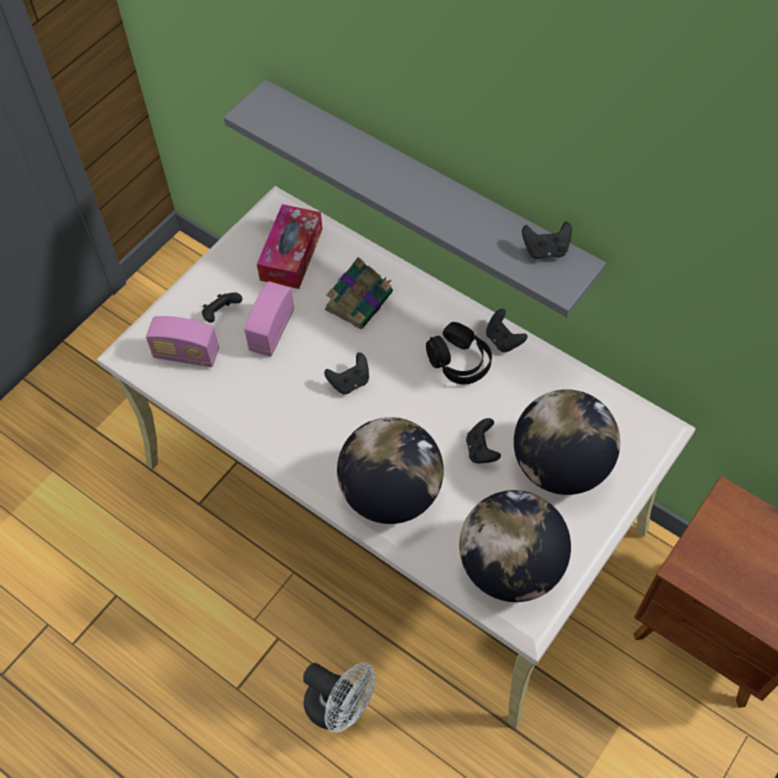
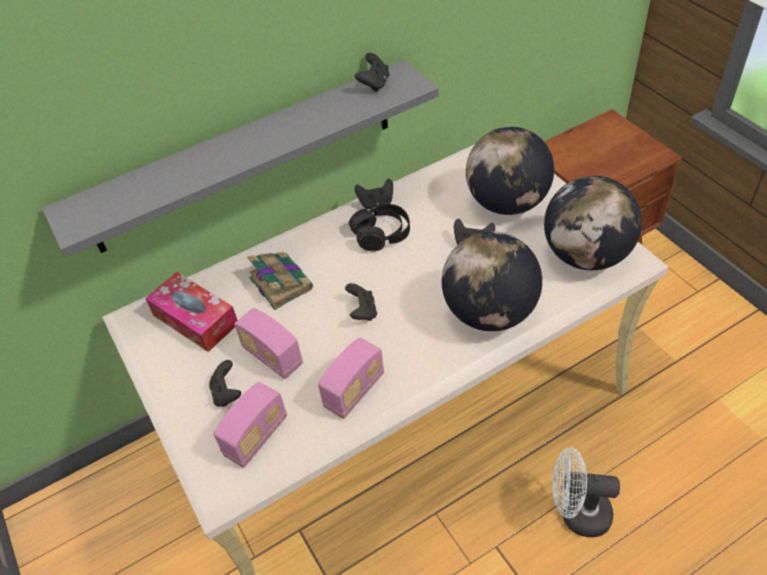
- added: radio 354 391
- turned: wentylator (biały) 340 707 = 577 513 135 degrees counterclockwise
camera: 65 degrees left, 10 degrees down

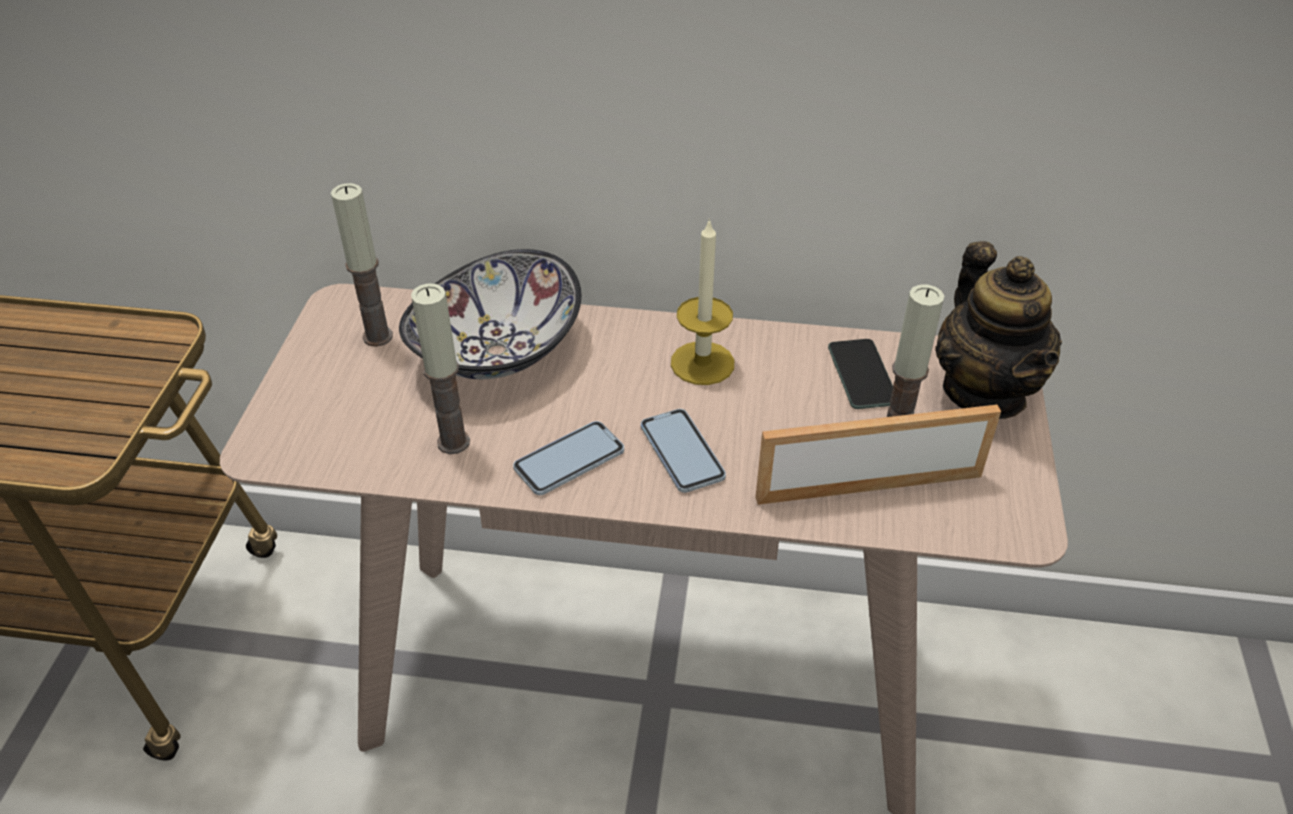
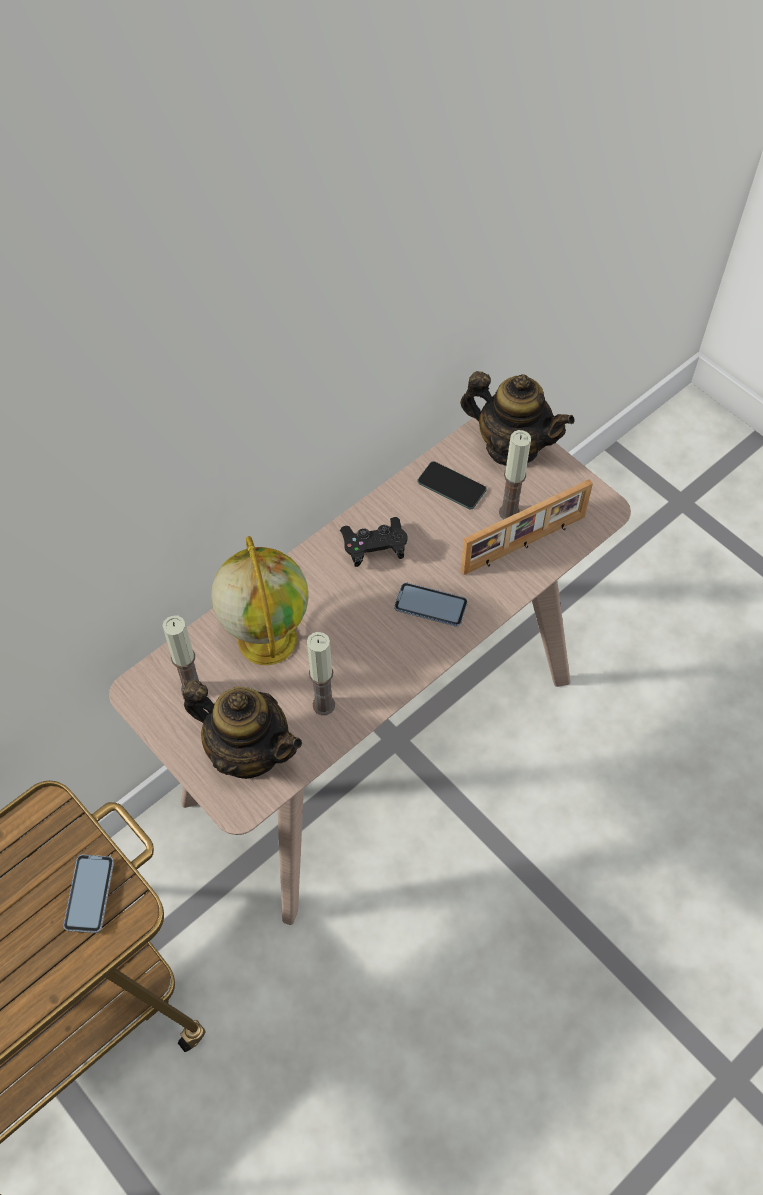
- added: imbryk 248 751
- moved: telefon 569 460 to 89 894
- replaced: miska 495 351 to globus 266 637
- replaced: świeca 702 363 to pad do gier (czarny) 374 547
- turned: ramka na zdjęcie 868 484 = 524 545 150 degrees counterclockwise
camera: 50 degrees left, 15 degrees up

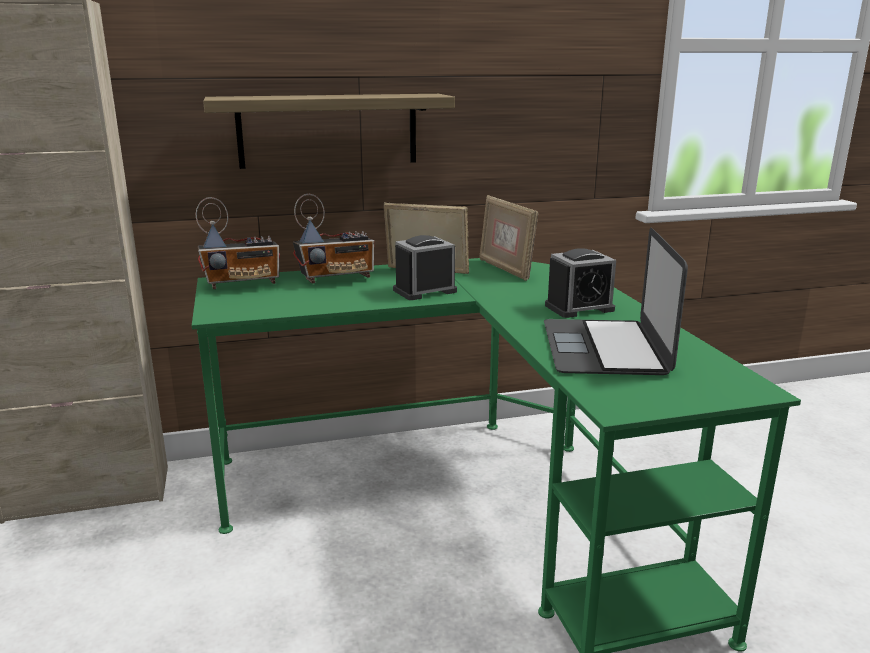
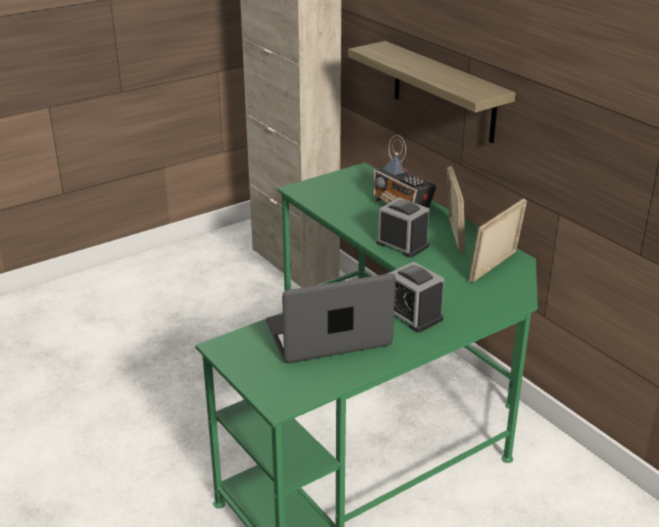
- removed: radio 243 285
camera: 70 degrees right, 10 degrees up

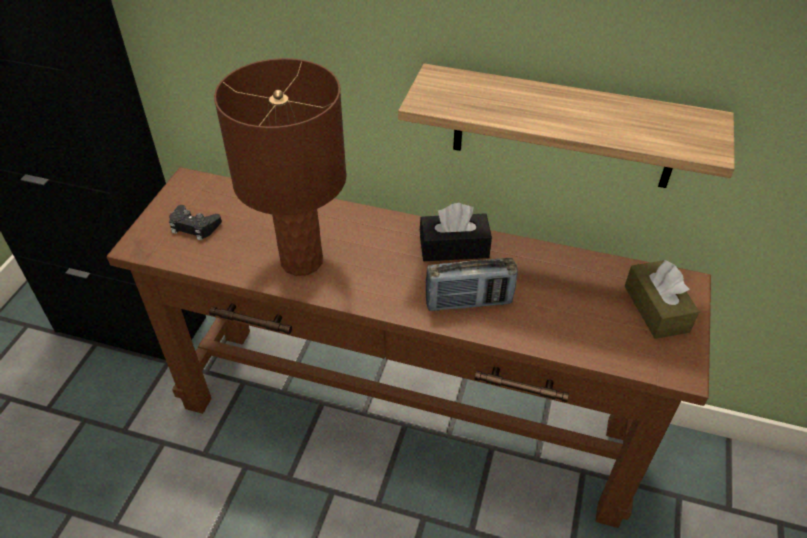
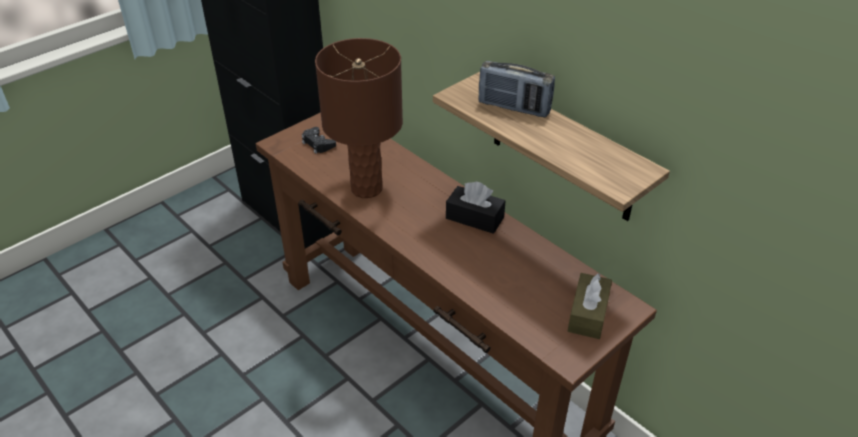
- moved: radio 468 302 to 514 107
camera: 30 degrees right, 5 degrees down

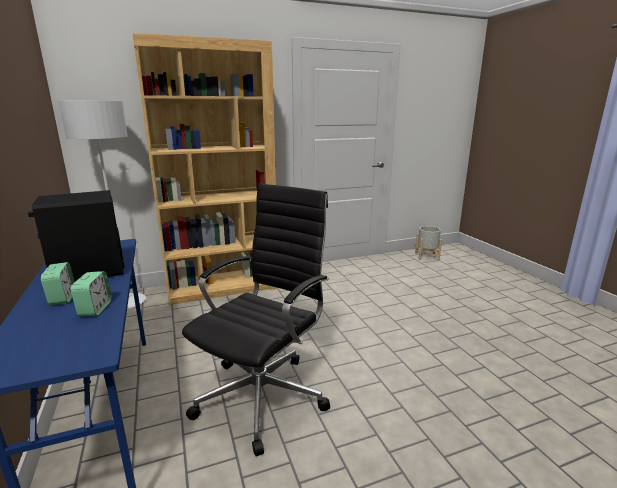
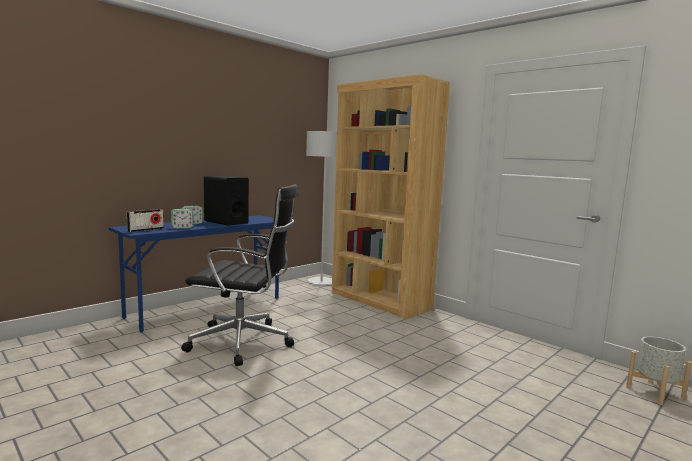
- added: radio 146 230
camera: 65 degrees right, 10 degrees down

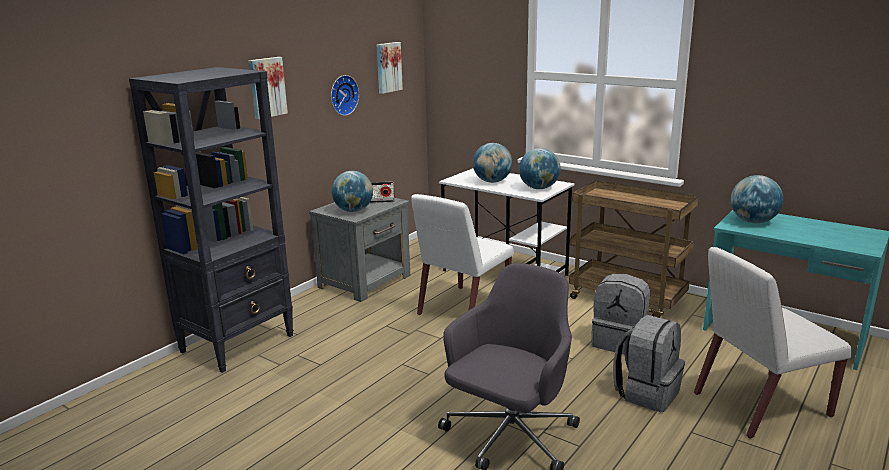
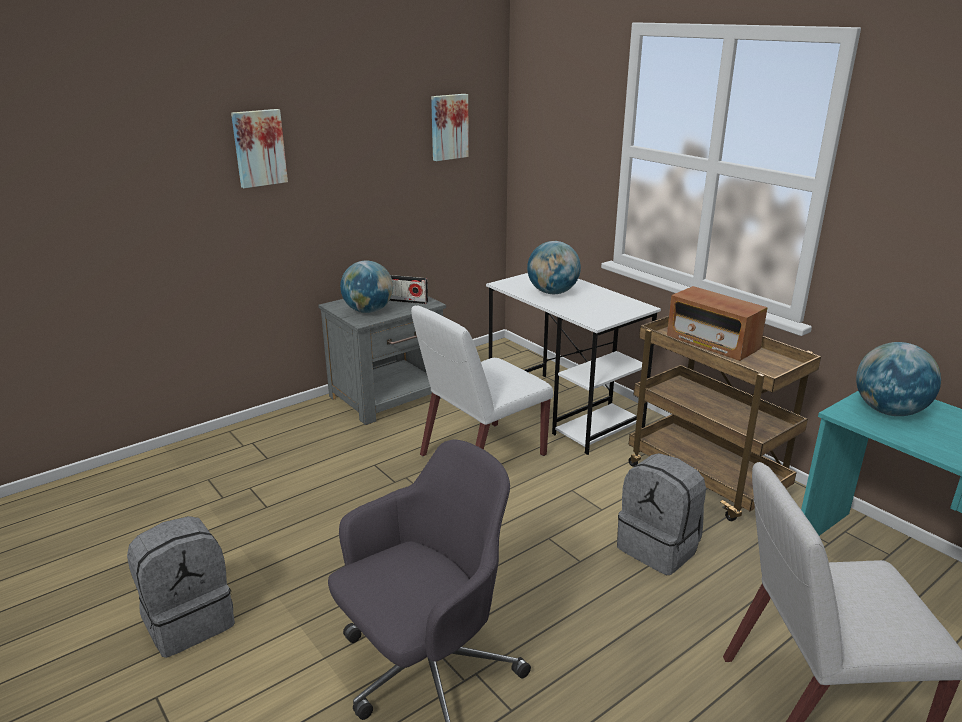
- removed: regał (czarny) 238 343
- removed: zegar ścienny 342 95
- removed: globus 539 188
- added: radio 712 344
- moved: plecak (szary) 647 393 to 189 621
camera: 15 degrees right, 5 degrees up

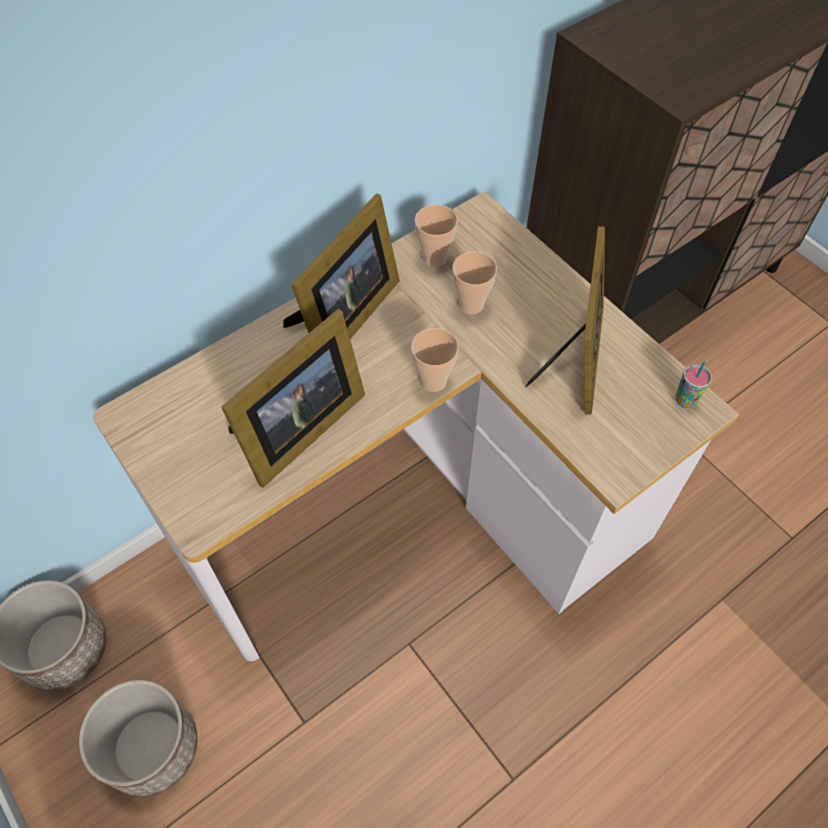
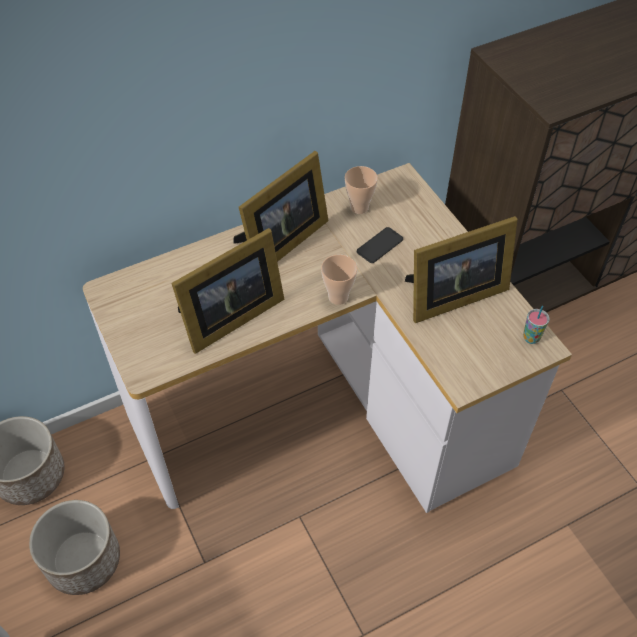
- replaced: filiżanka 471 305 to telefon 379 245
- turned: ramka na zdjęcie 575 359 = 451 296 45 degrees clockwise
camera: 10 degrees right, 5 degrees down

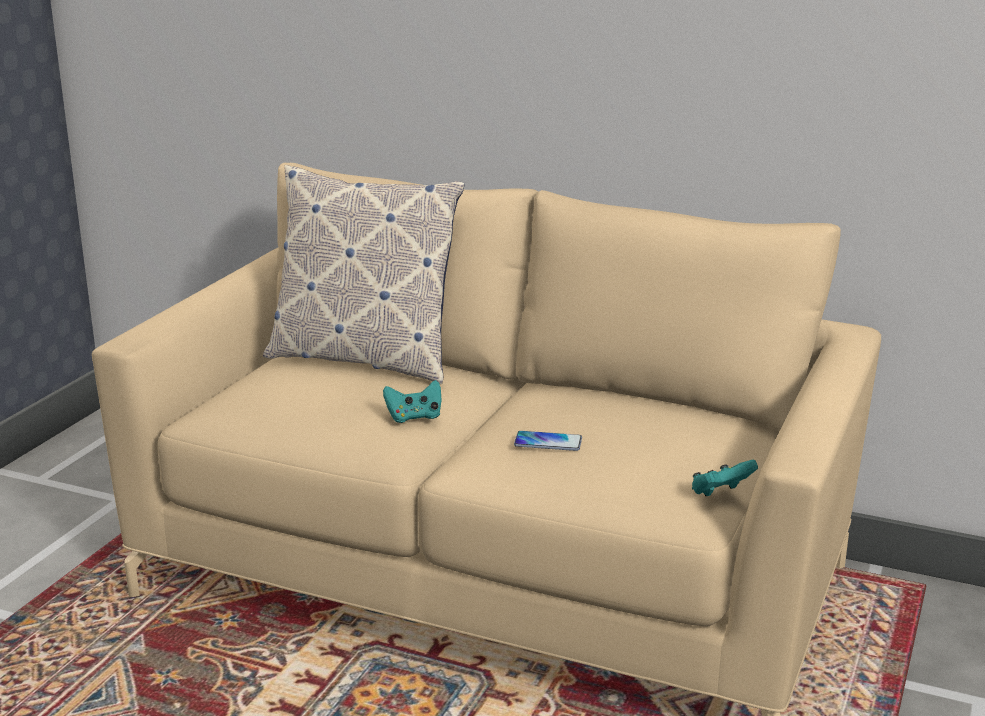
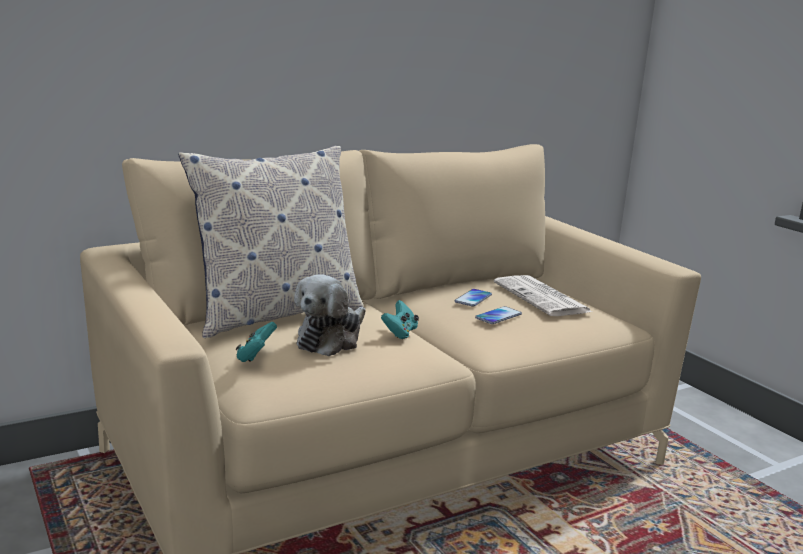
- added: pluszak 331 339
- added: telefon 473 298
- added: gazeta 542 298
- moved: pad do gier (turkusowy) 720 493 to 255 356
camera: 55 degrees left, 5 degrees down

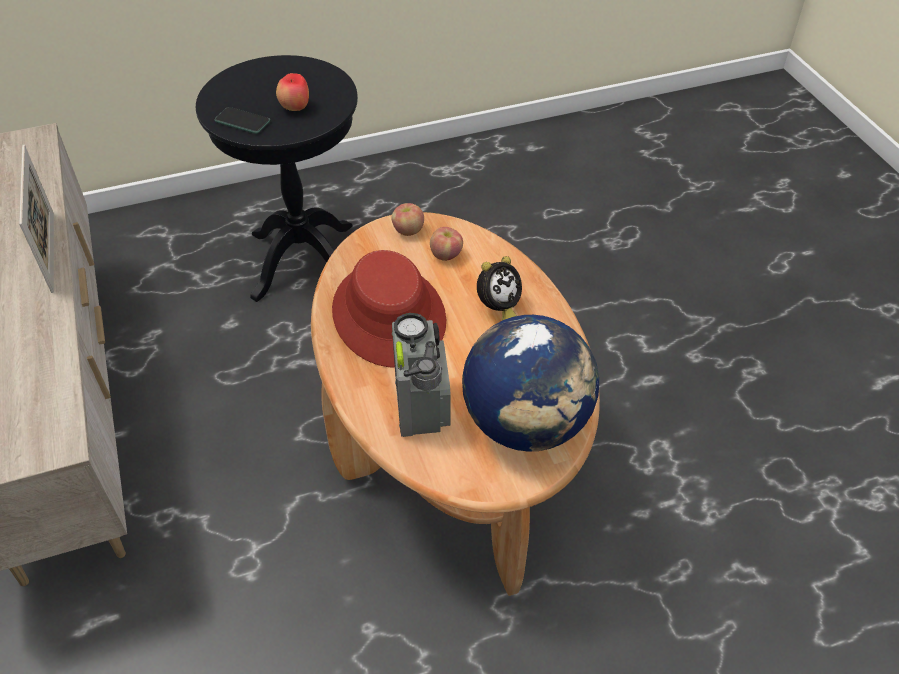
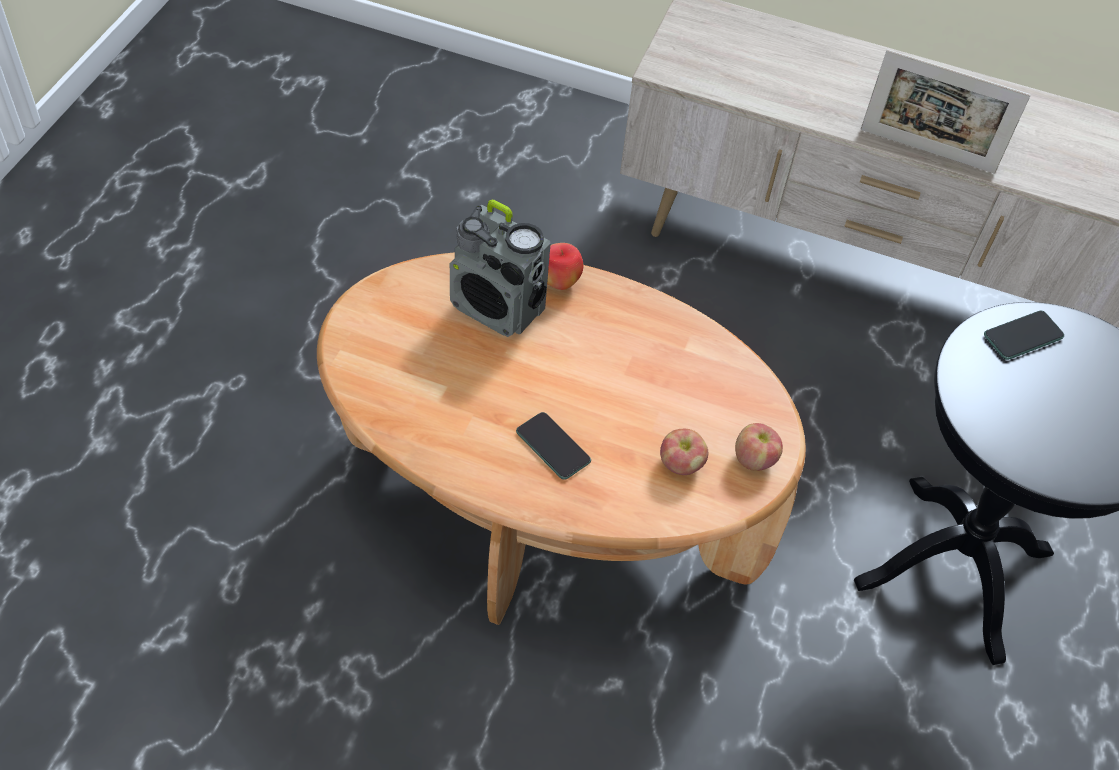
- removed: kapelusz (czerwony) 389 315
- removed: globus 526 424
- moved: jabłko 295 108 to 559 282
- replaced: budzik 498 310 to telefon 553 446
camera: 125 degrees right, 5 degrees up

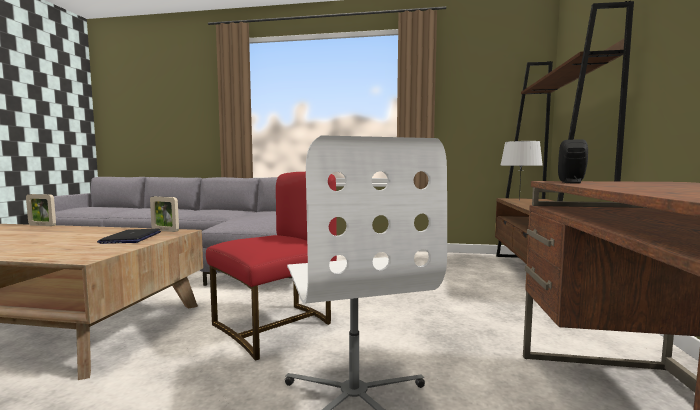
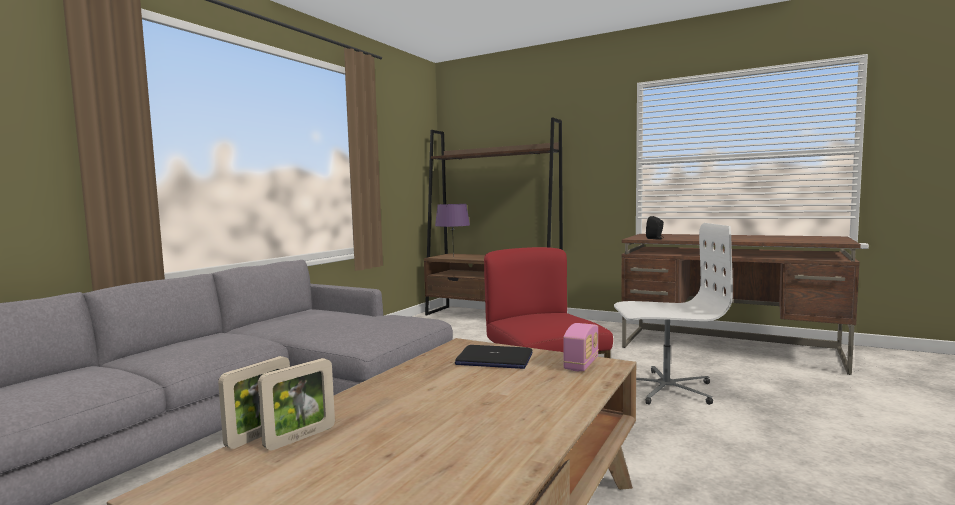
- added: radio 581 364
- moved: ramka na zdjęcie 165 230 to 300 437
- recoloured: lampa stołowa (szary) 519 200 to lampa stołowa (fioletowy) 453 257
camera: 70 degrees left, 0 degrees up

